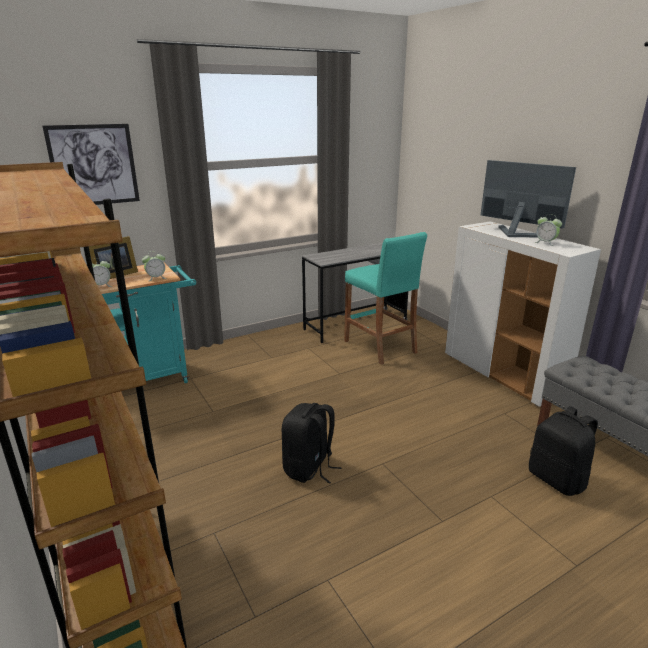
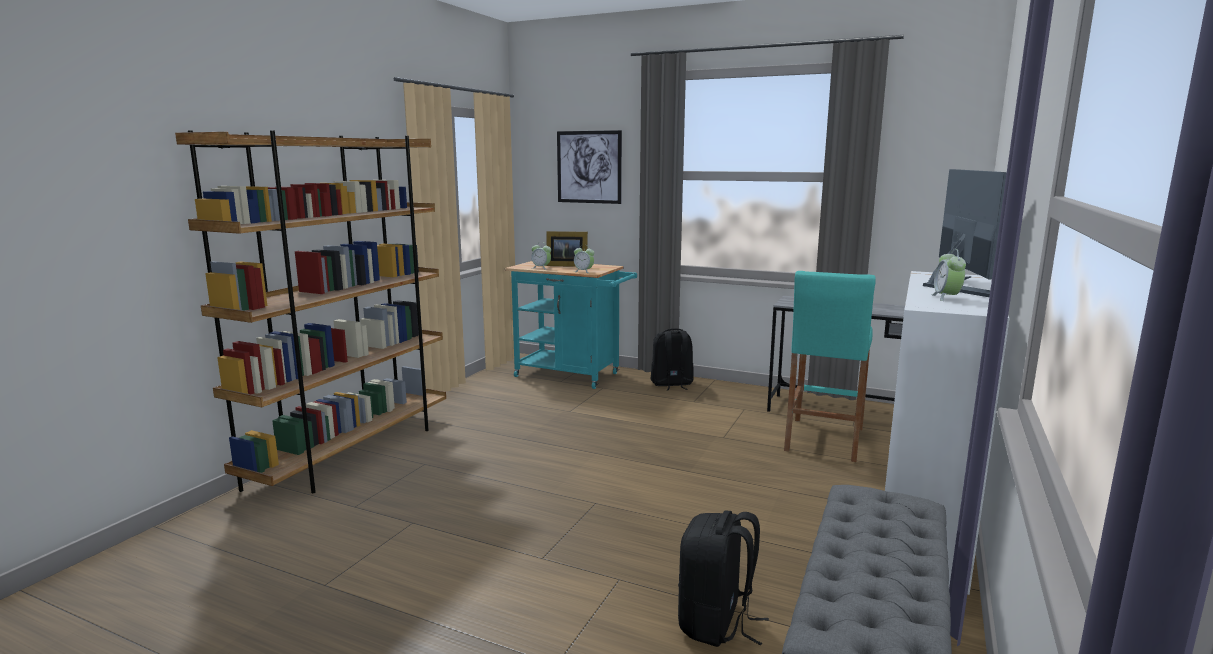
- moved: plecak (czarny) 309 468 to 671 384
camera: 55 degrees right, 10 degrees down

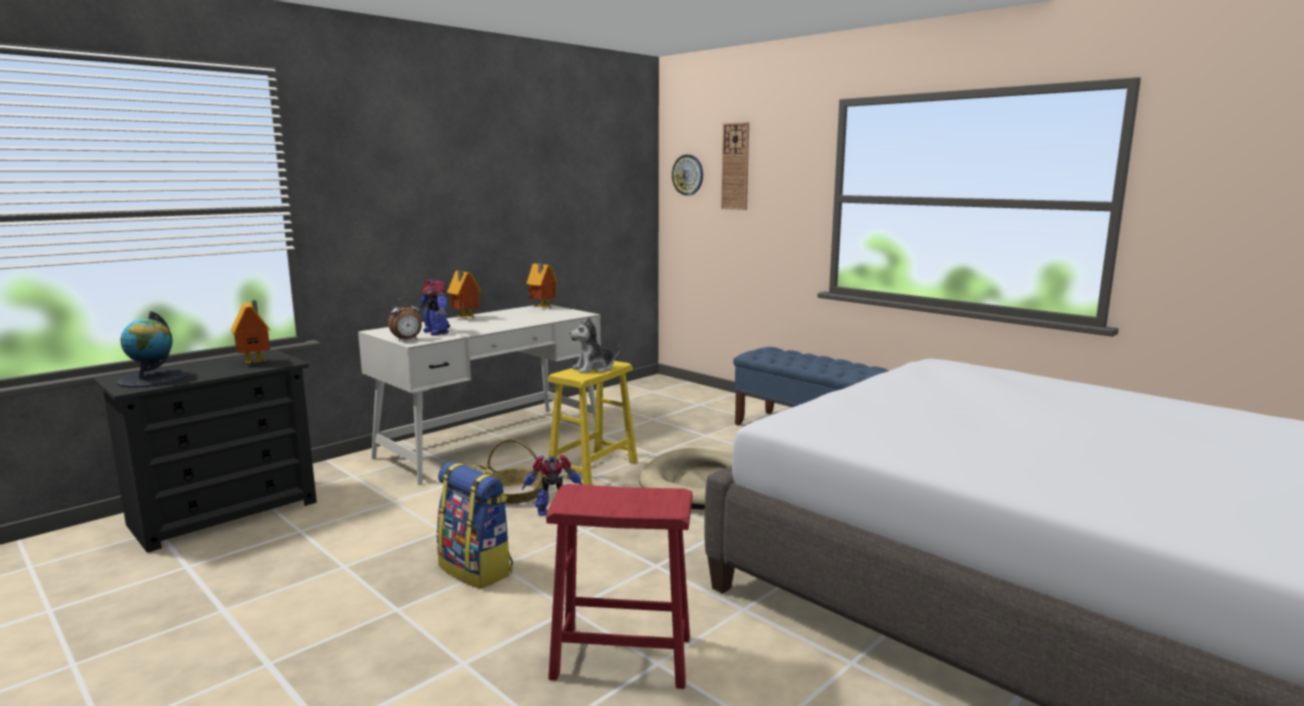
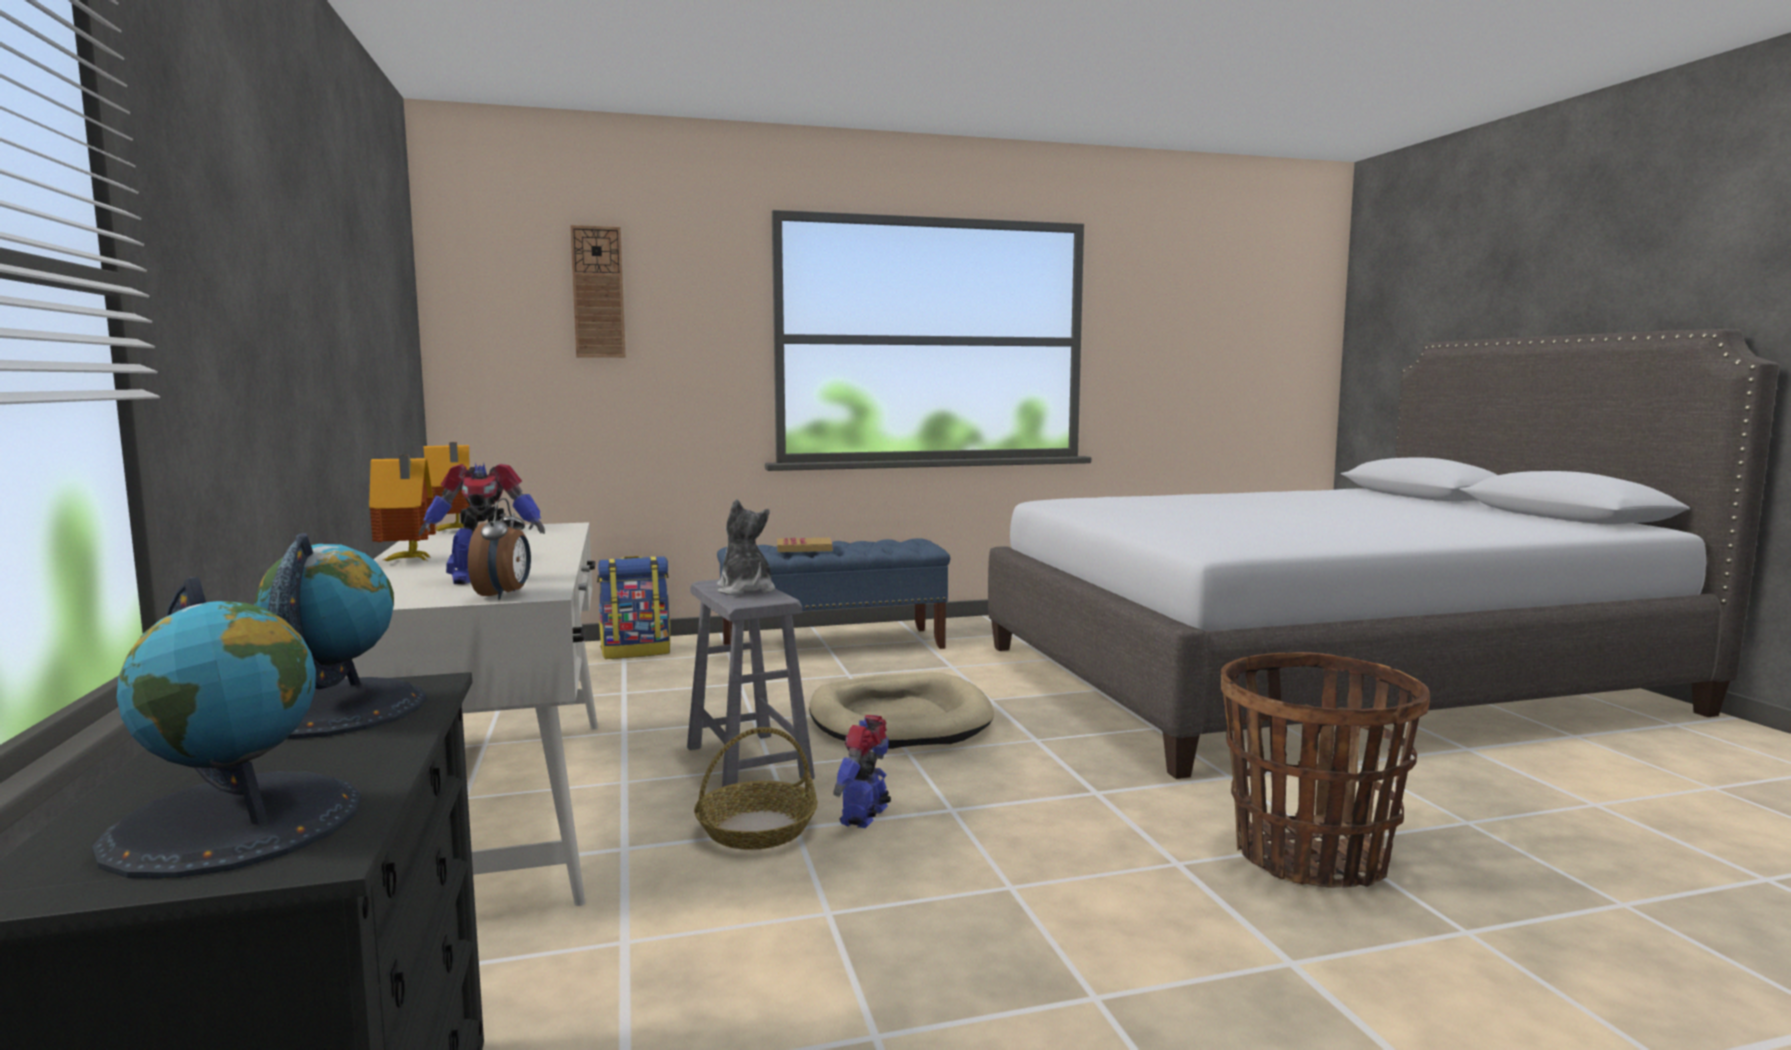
- removed: zegar ścienny 688 175
- added: książka 804 548
- moved: plecak 477 569 to 636 652
- replaced: domek 256 362 to globus 334 709
- replaced: stołek (czerwony) 622 657 to koszyk 1310 857
- recoloured: stołek (żółty) 593 469 to stołek (szary) 748 762
- turned: pluszak 594 369 = 745 590 150 degrees clockwise
camera: 60 degrees left, 5 degrees down

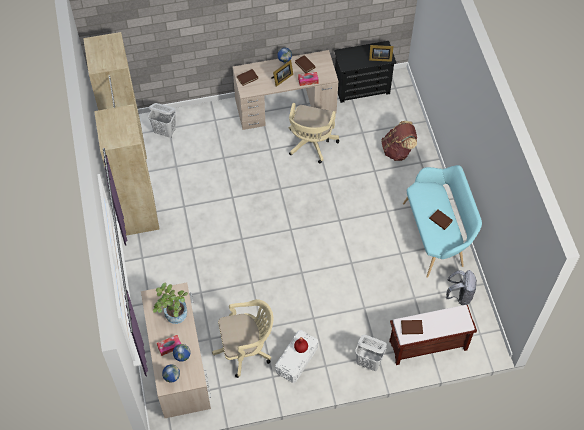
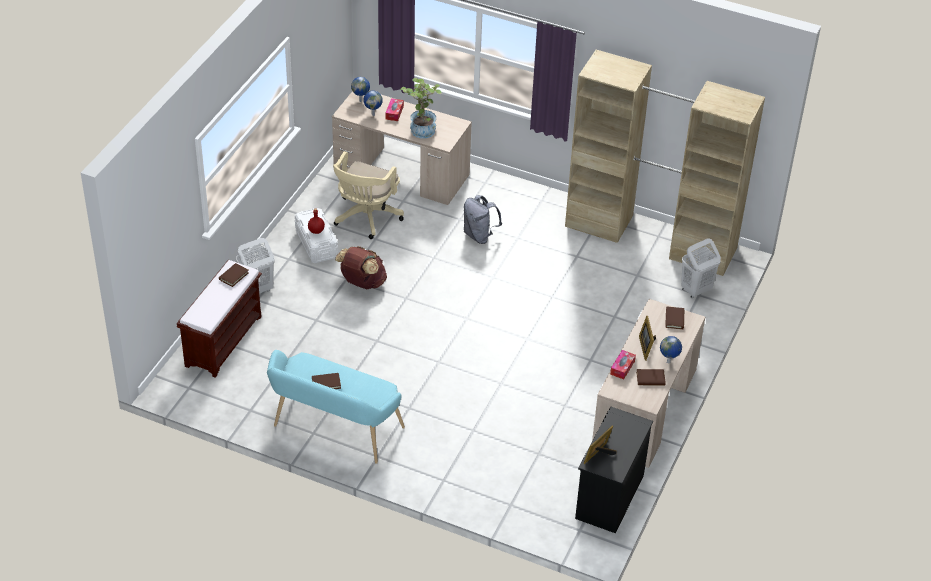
- removed: krzesło biurowe (beżowy) 311 144
- moved: plecak (brązowy) 397 150 to 362 283
- moved: plecak (szary) 459 295 to 479 235
camera: 125 degrees right, 15 degrees down

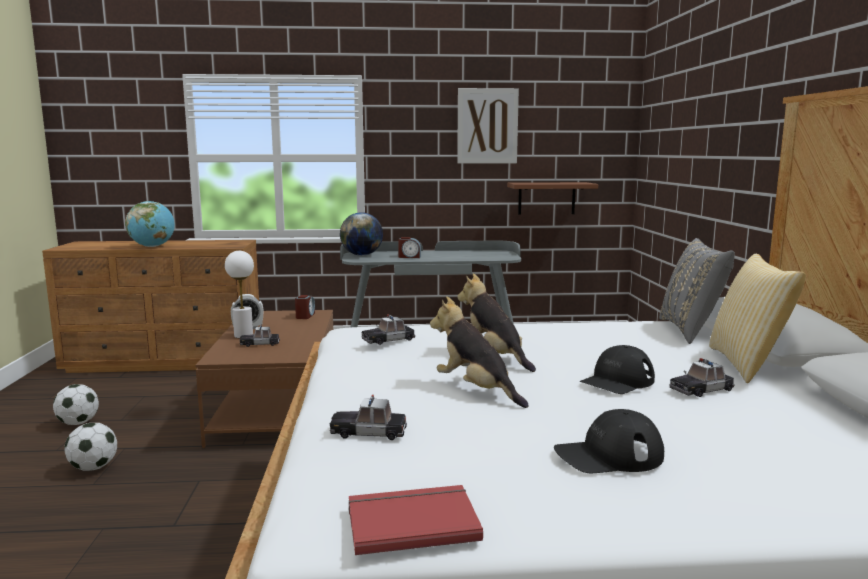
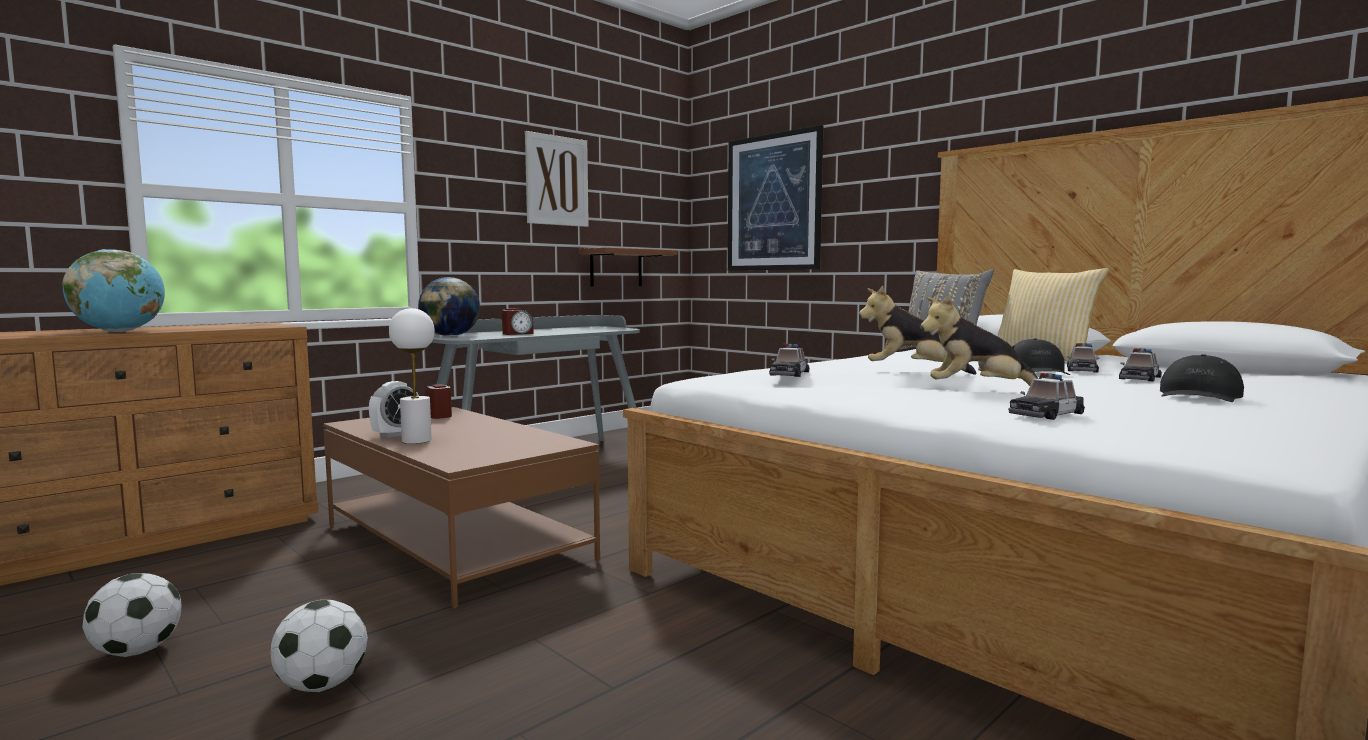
- removed: książka (czerwony) 411 521
- added: obraz 773 202
- moved: samochodzik 260 343 to 1139 378
camera: 40 degrees left, 5 degrees down

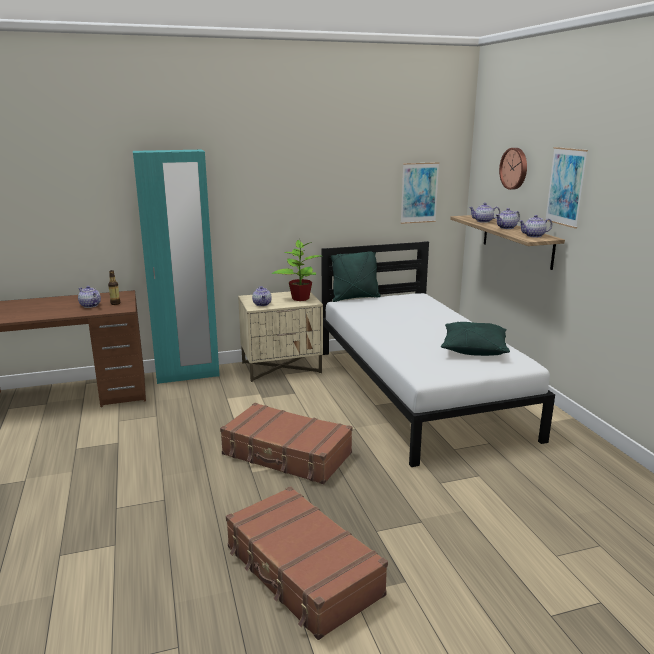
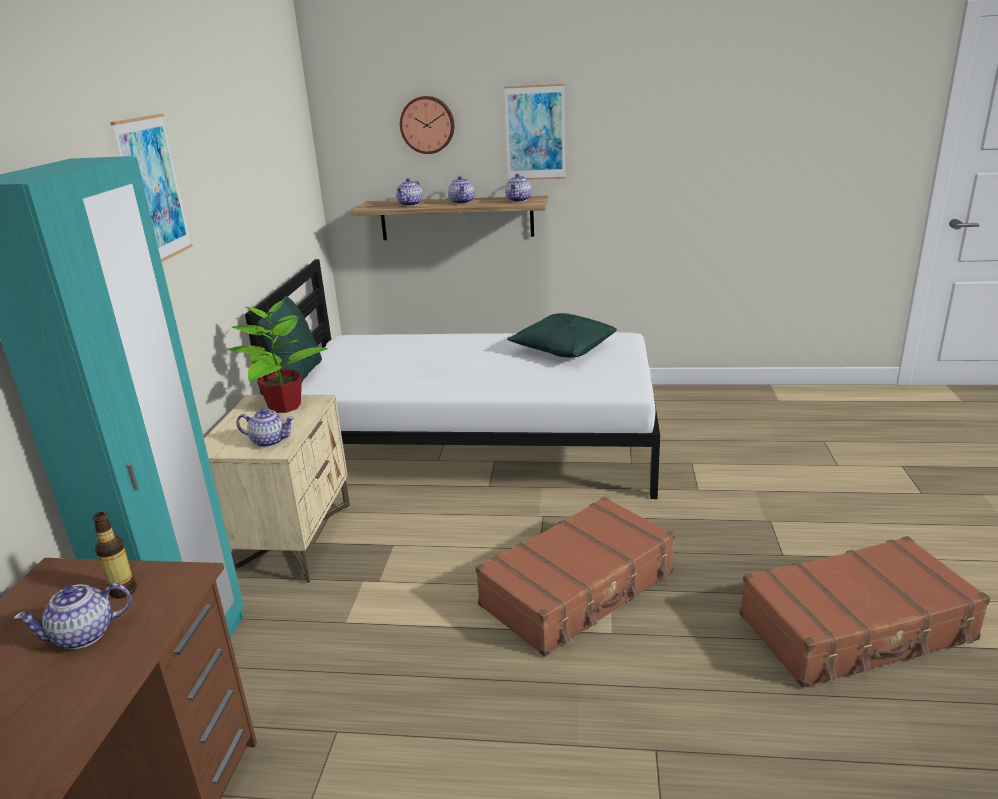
- moved: obraz 419 193 to 153 189
camera: 65 degrees left, 5 degrees up

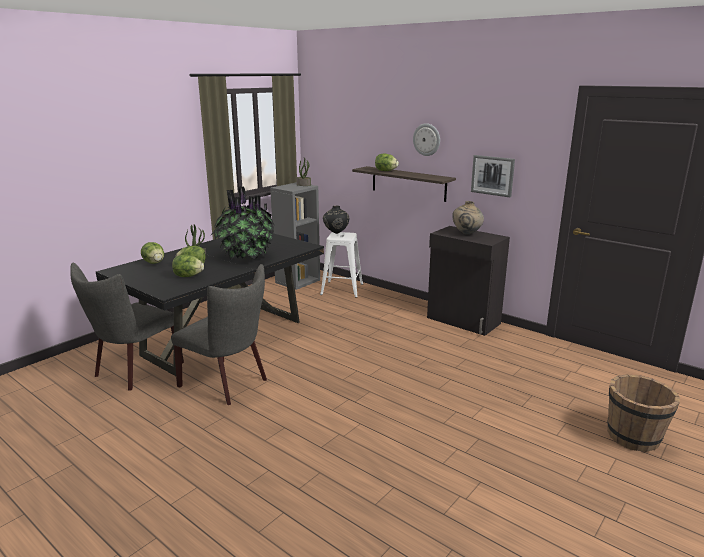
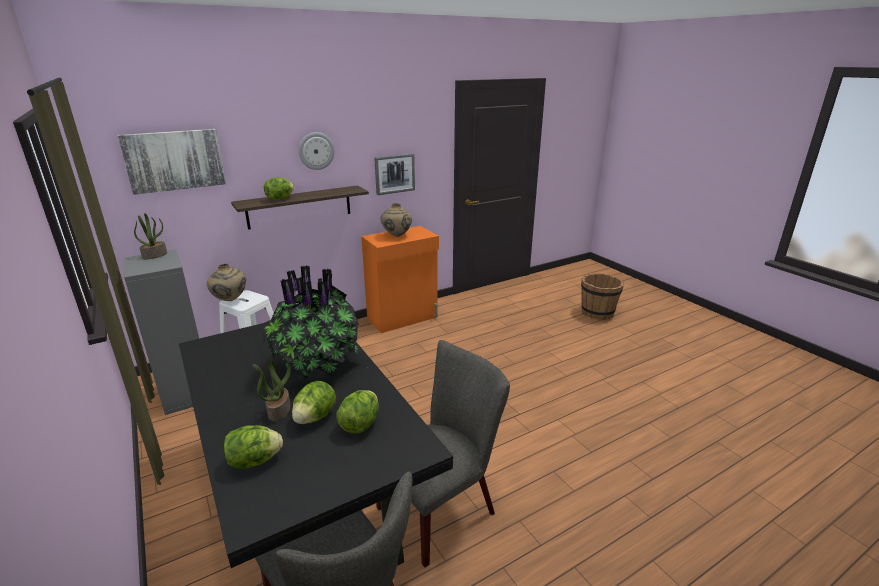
- added: obraz 174 160
- recoloured: wazon (czarny) 336 233 to wazon (beżowy) 230 300
- recoloured: szafka (czarny) 463 321 to szafka (pomarańczowy) 403 318
camera: 70 degrees left, 5 degrees up

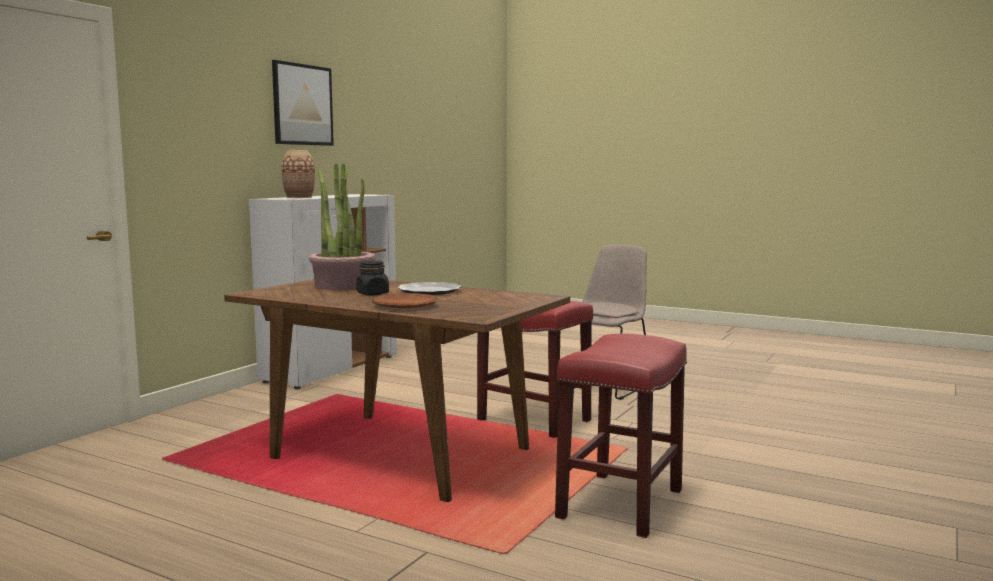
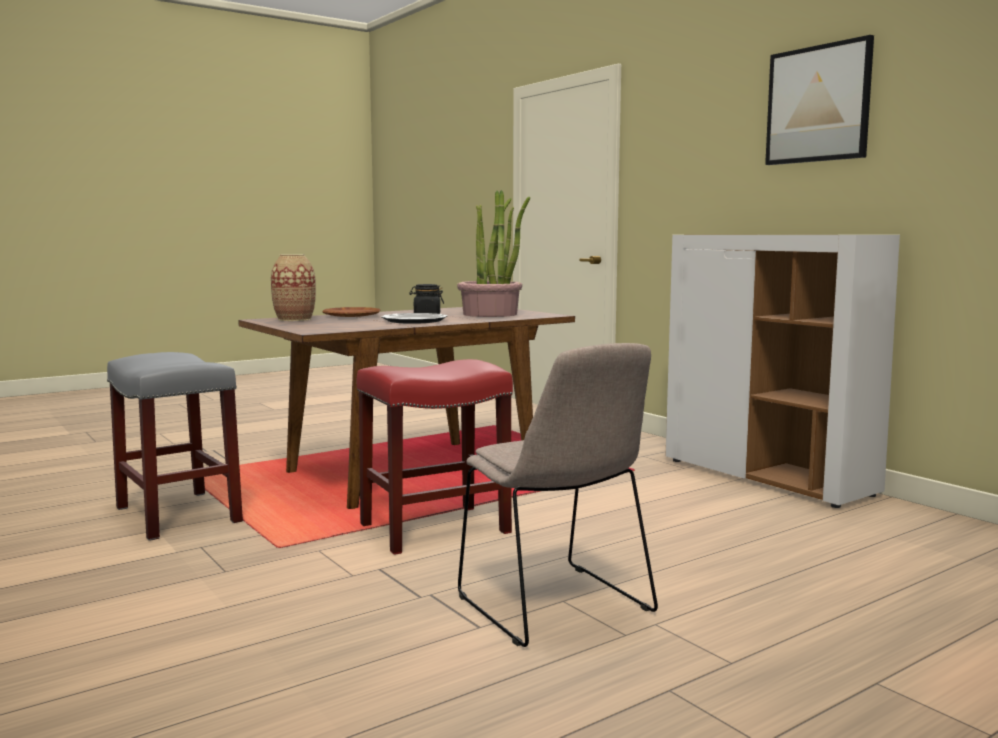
- moved: wazon 299 197 to 294 319
- recoloured: stołek (czerwony) 621 504 to stołek (szary) 176 514
camera: 115 degrees right, 0 degrees up

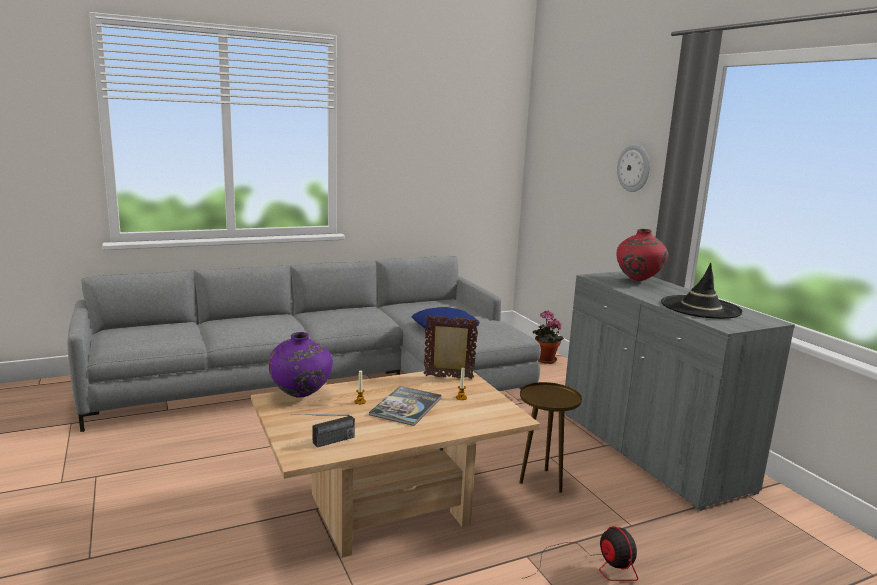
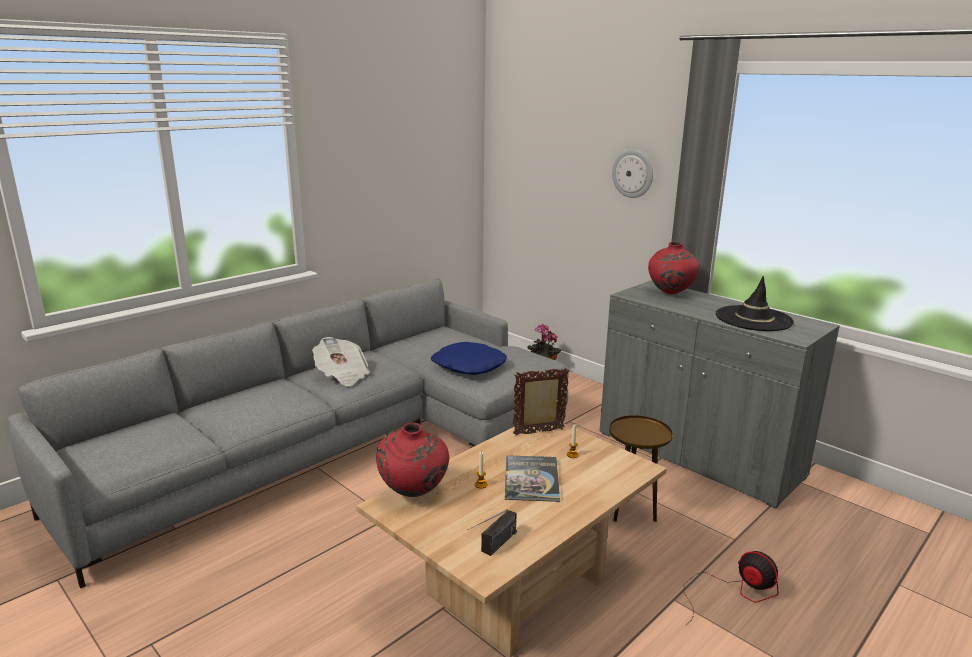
- added: gazeta 342 375
- recoloured: wazon (fioletowy) 301 396 to wazon (czerwony) 414 493
camera: 20 degrees left, 5 degrees up

